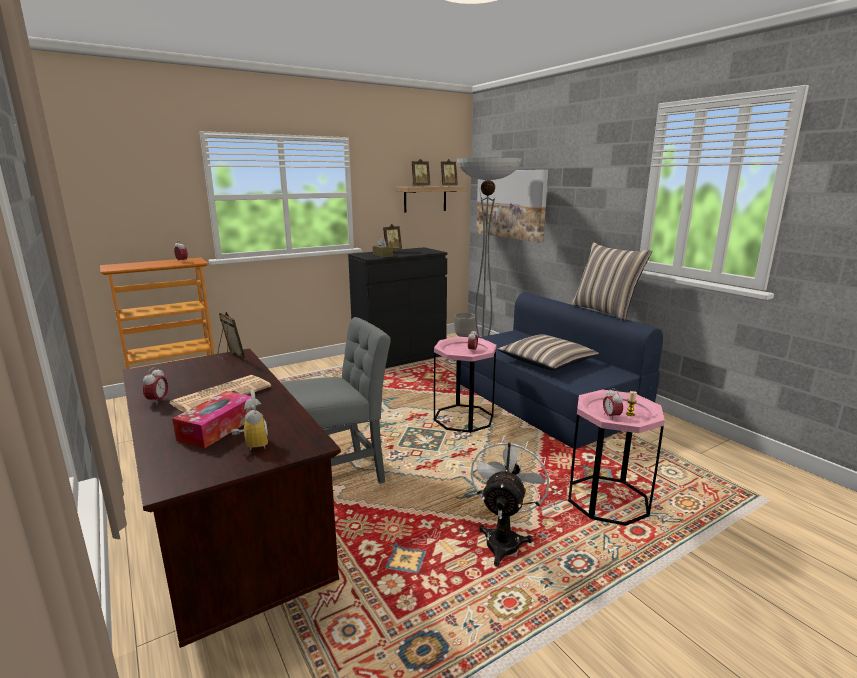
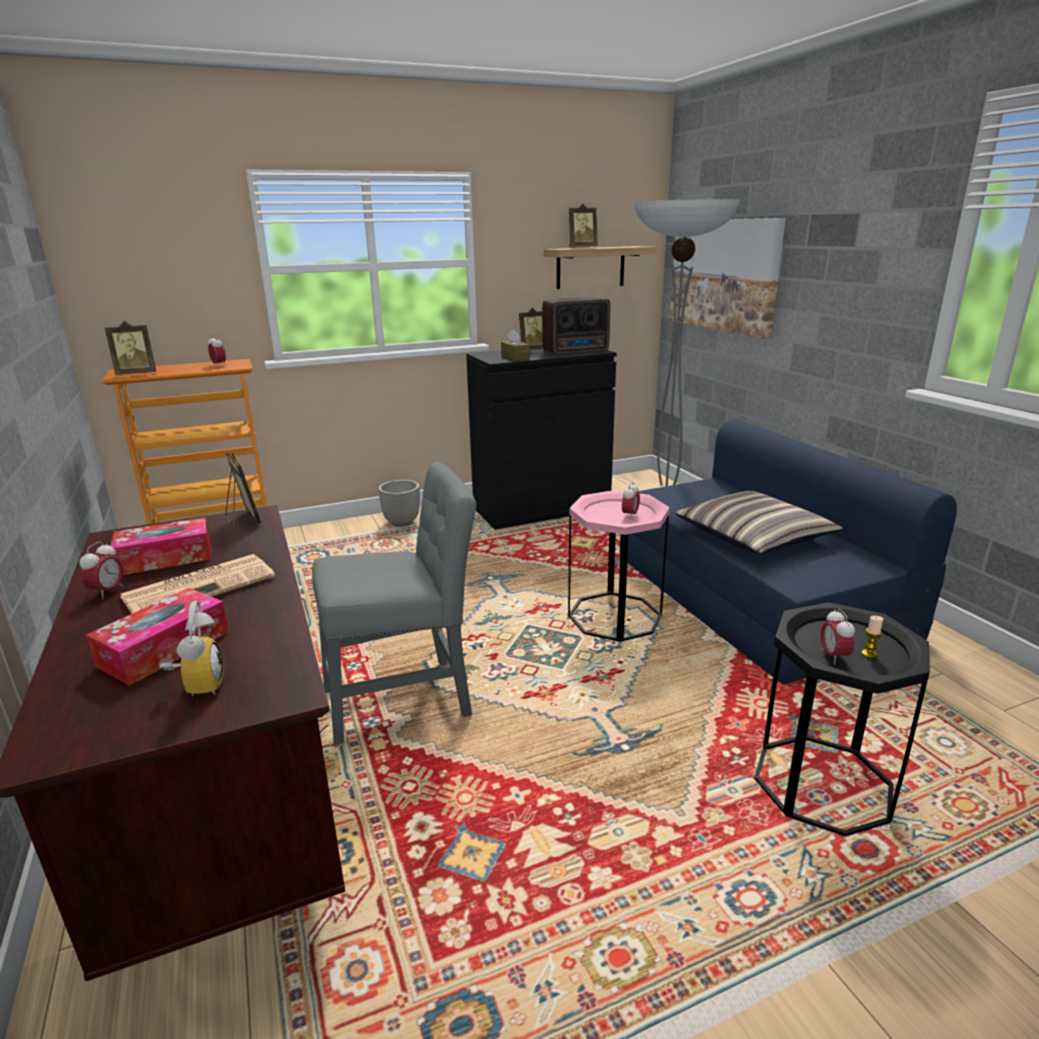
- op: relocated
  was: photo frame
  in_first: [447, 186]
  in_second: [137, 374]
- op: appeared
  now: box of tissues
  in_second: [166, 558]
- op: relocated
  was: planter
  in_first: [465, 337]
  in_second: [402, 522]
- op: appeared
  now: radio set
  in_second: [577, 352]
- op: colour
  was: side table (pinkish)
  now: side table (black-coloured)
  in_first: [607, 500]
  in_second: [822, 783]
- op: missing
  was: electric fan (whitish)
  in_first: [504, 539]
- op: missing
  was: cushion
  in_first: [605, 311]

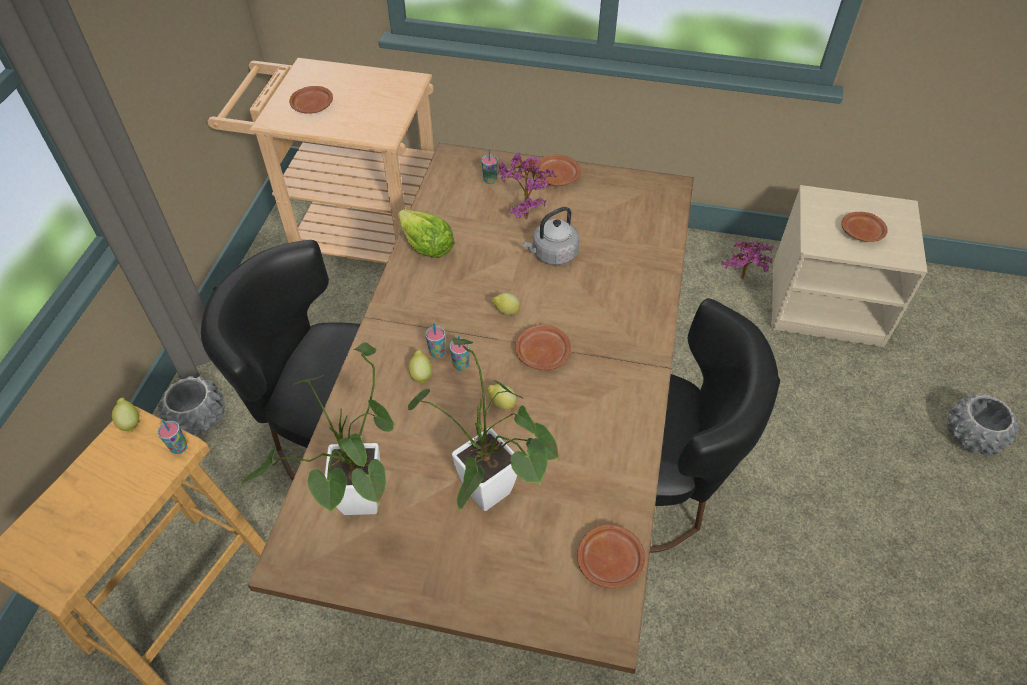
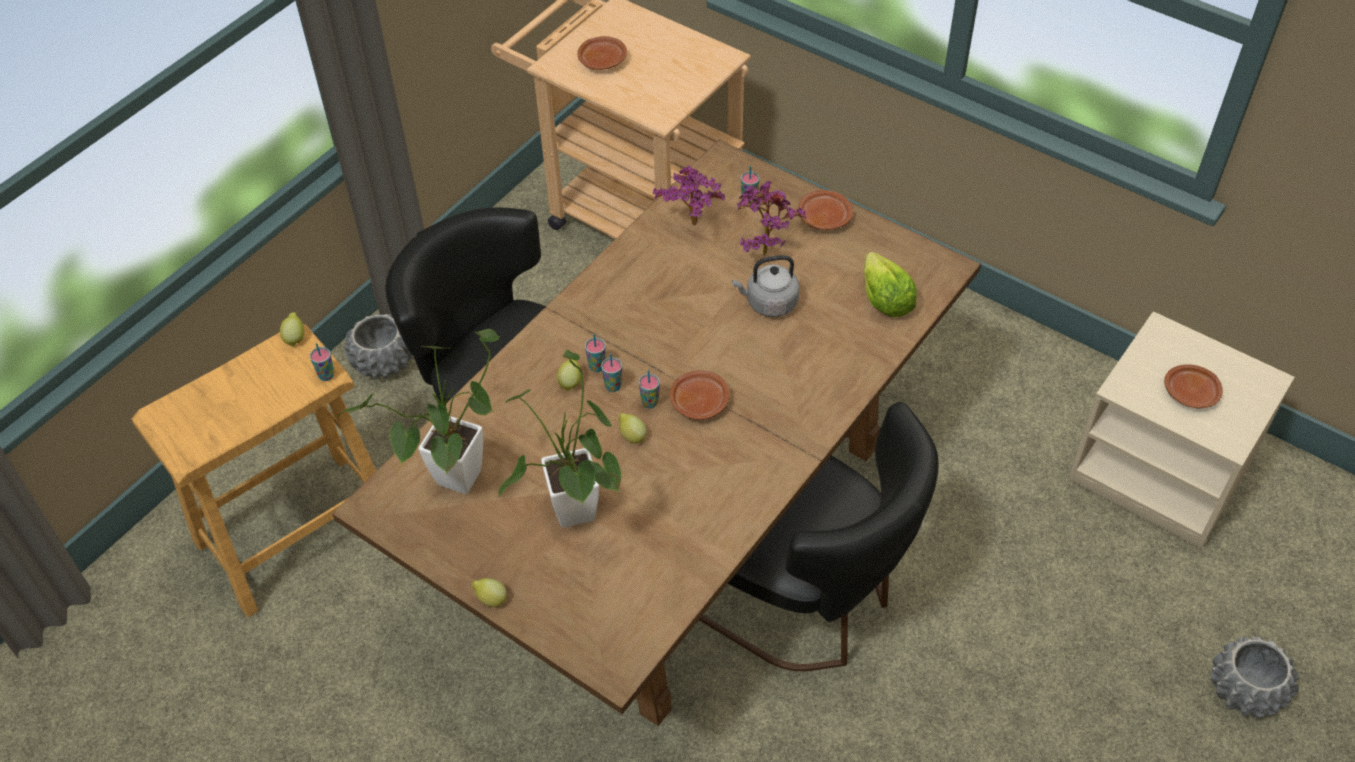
- op: relocated
  was: whole lemon
  in_first: [506, 312]
  in_second: [491, 599]
- op: appeared
  now: cup
  in_second: [650, 402]
- op: relocated
  was: plant in a pot
  in_first: [743, 280]
  in_second: [692, 227]
- op: relocated
  was: lettuce head
  in_first: [425, 246]
  in_second: [884, 299]
- op: missing
  was: plate (brown)
  in_first: [610, 561]

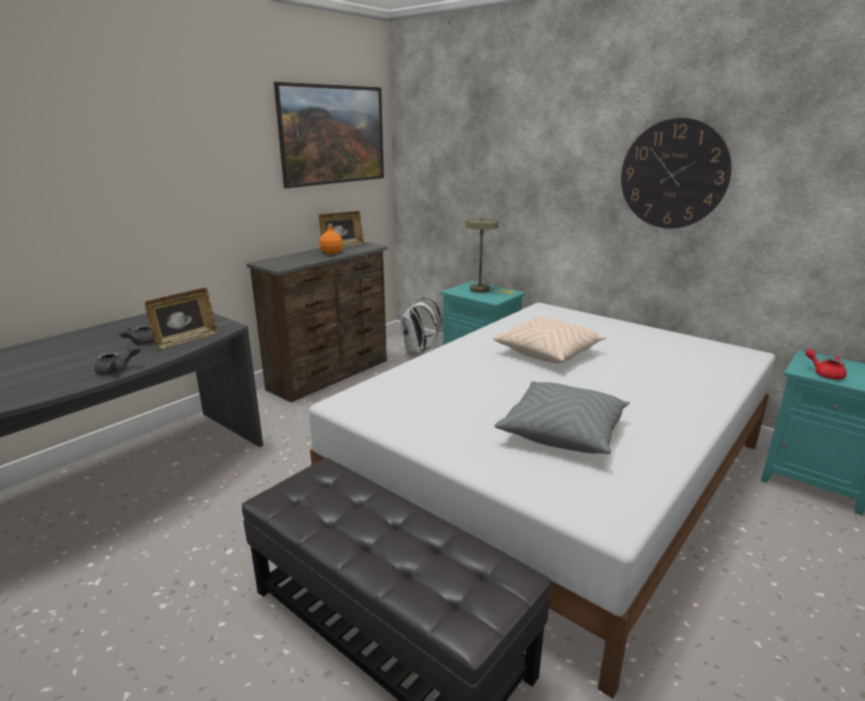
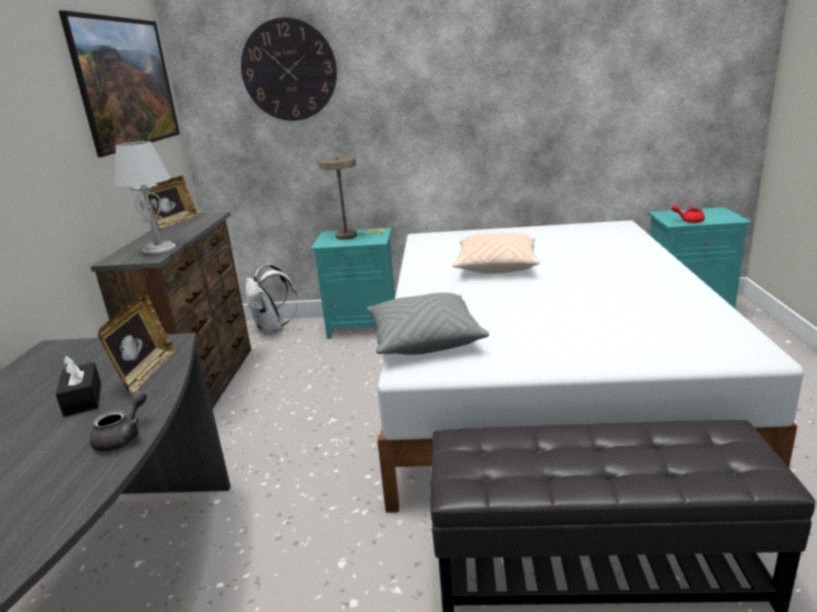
- op: exchanged
  was: pot for tea (greyish)
  now: box of tissues (black-coloured)
  in_first: [141, 343]
  in_second: [83, 399]
- op: appeared
  now: tabletop lamp (greyish)
  in_second: [159, 249]
- op: relocated
  was: wall clock
  in_first: [673, 174]
  in_second: [289, 70]
- op: relocated
  was: cushion (greyish)
  in_first: [563, 432]
  in_second: [424, 340]
- op: missing
  was: drink bottle (orange-coloured)
  in_first: [331, 252]

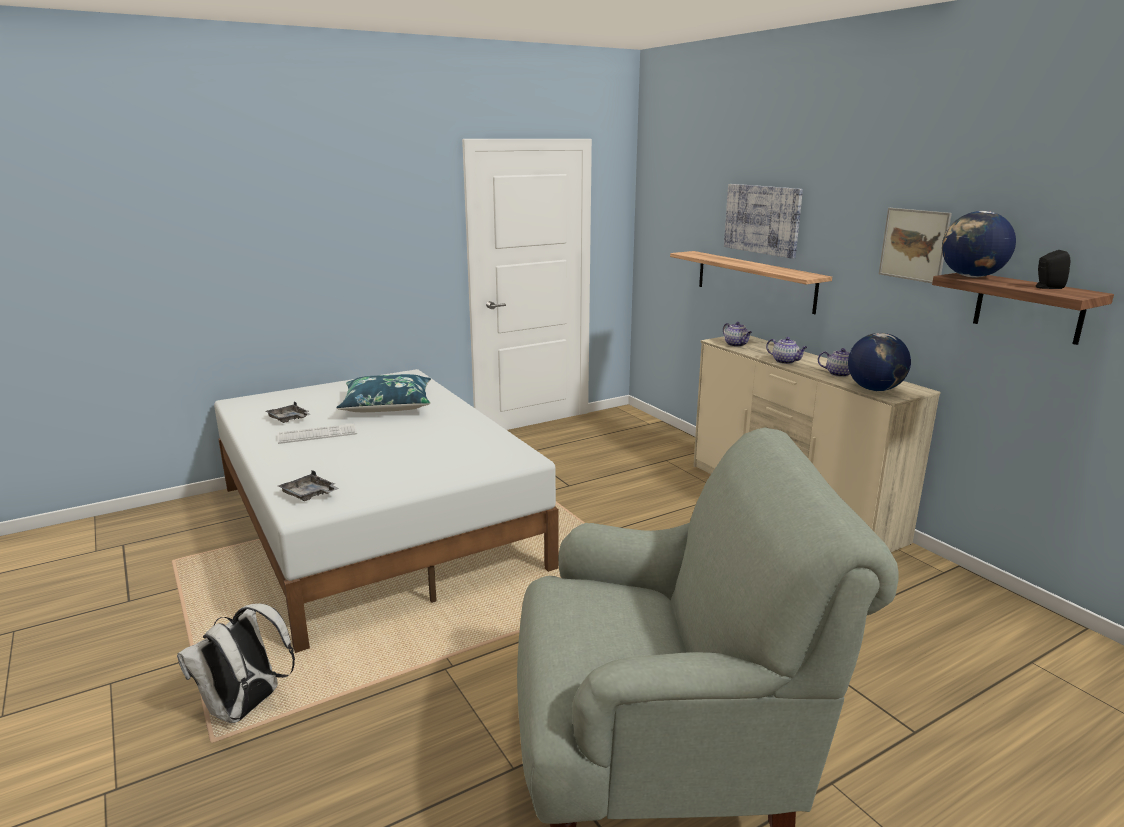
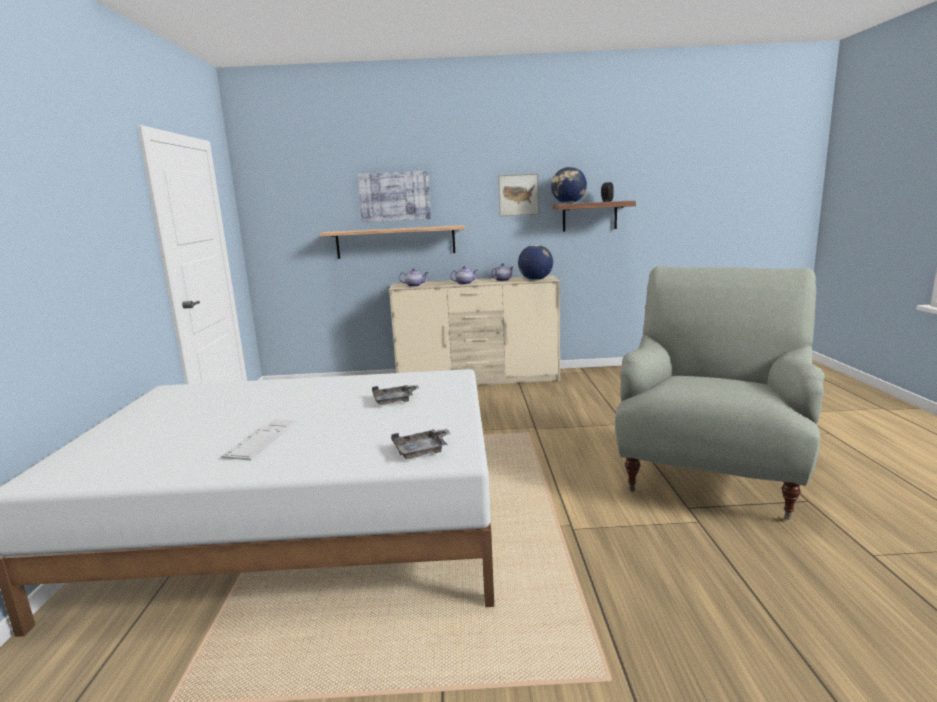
- op: relocated
  was: carrying tray (greyish)
  in_first: [289, 419]
  in_second: [395, 401]
- op: missing
  was: knapsack (whitish)
  in_first: [246, 708]
- op: missing
  was: cushion (bluish)
  in_first: [387, 405]

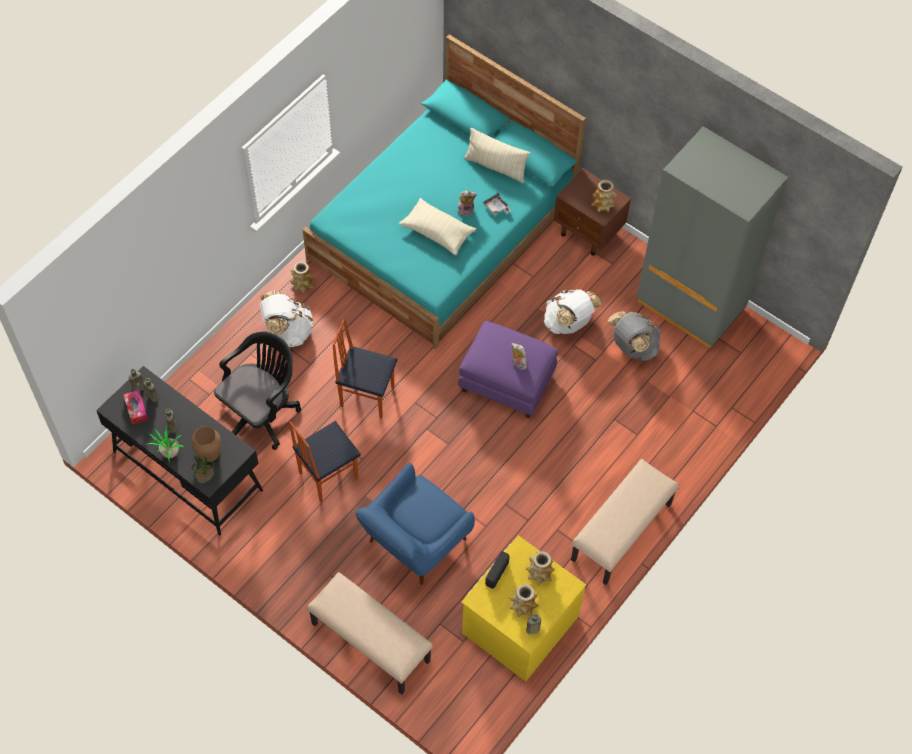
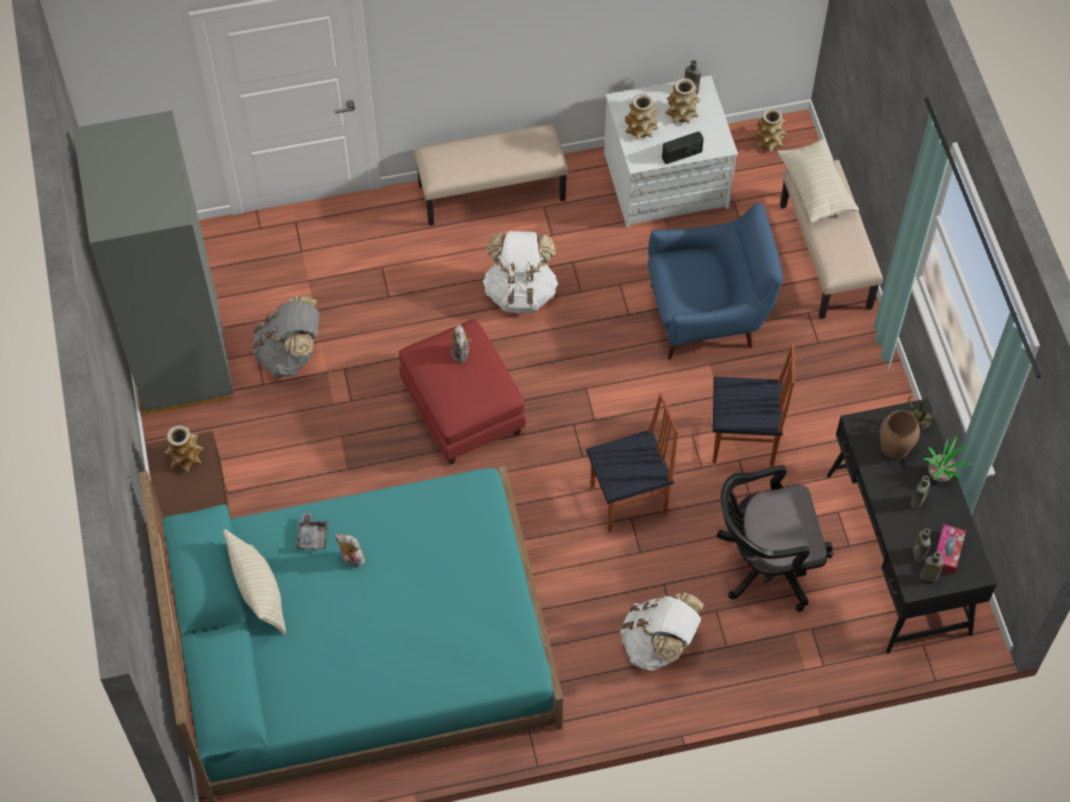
- op: colour
  was: pouffe (purple-coloured)
  now: pouffe (red)
  in_first: [507, 382]
  in_second: [461, 410]
- op: relocated
  was: knapsack (whitish)
  in_first: [568, 323]
  in_second: [520, 292]
- op: spun
  was: plain chair
  in_first: [367, 396]
  in_second: [629, 501]
  clockwise: -75
- op: colour
  was: dresser (yellow-coloured)
  now: dresser (whitish)
  in_first: [519, 623]
  in_second: [666, 182]
- op: relocated
  was: vase
  in_first: [302, 284]
  in_second: [768, 141]
- op: relocated
  was: cushion (beige)
  in_first: [437, 232]
  in_second: [816, 188]

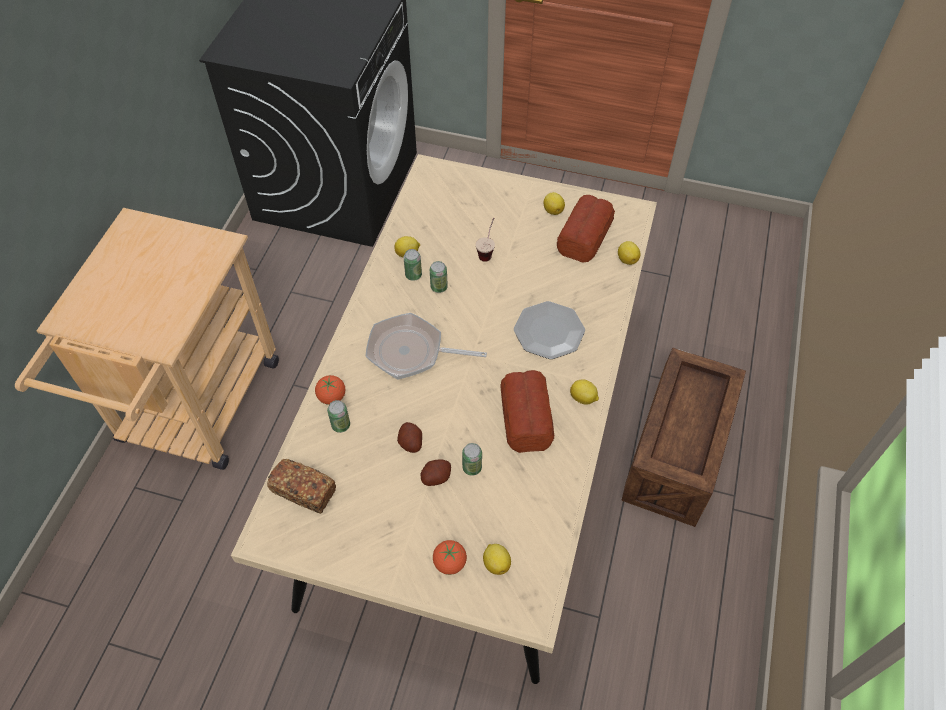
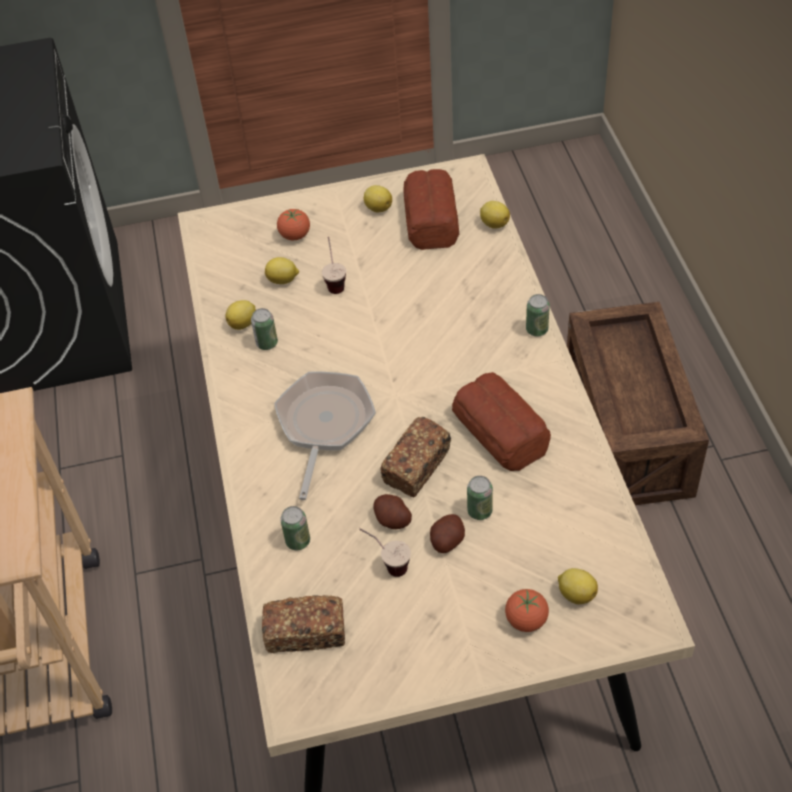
- op: relocated
  was: whole lemon
  in_first: [583, 398]
  in_second: [283, 280]
- op: spun
  was: pan
  in_first: [411, 352]
  in_second: [324, 425]
  clockwise: 120
- op: relocated
  was: fresh tomato
  in_first: [332, 397]
  in_second: [295, 235]
- op: appeared
  now: cup
  in_second: [386, 564]
- op: appeared
  now: bread
  in_second: [417, 467]
- op: relocated
  was: metal can
  in_first: [439, 287]
  in_second: [537, 330]
- op: missing
  was: plate
  in_first: [549, 331]

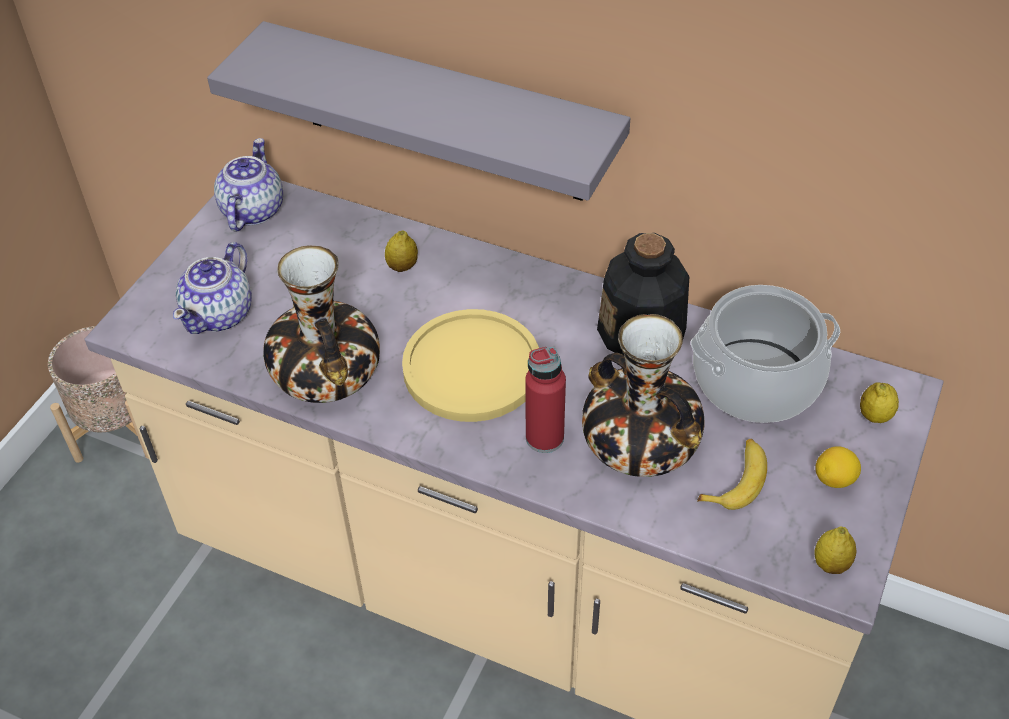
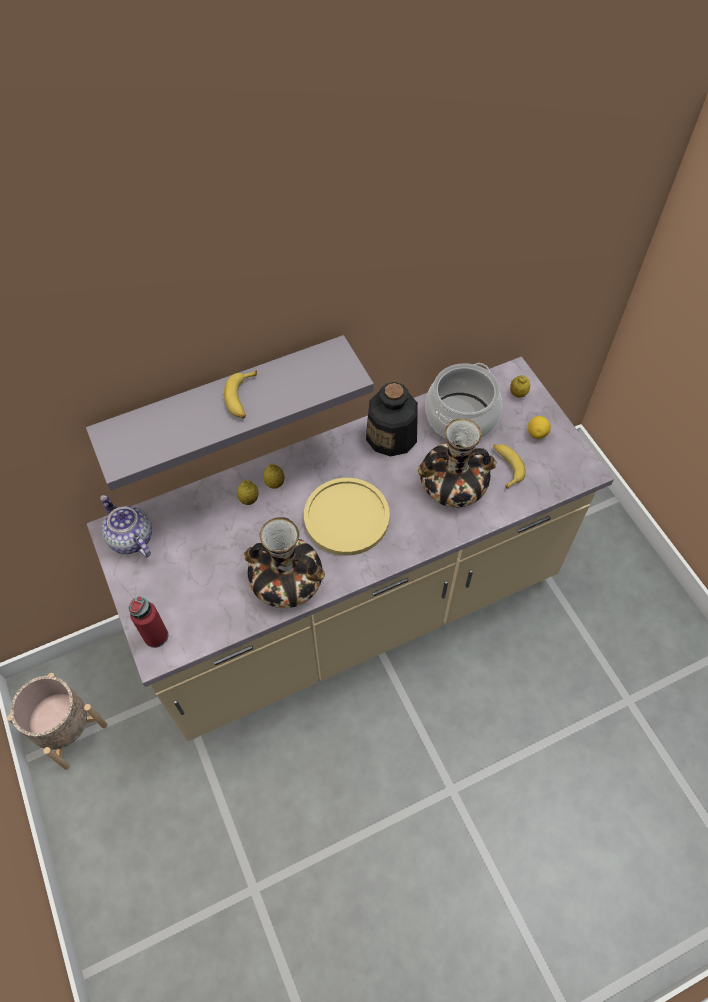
- op: relocated
  was: drink bottle (red)
  in_first: [544, 438]
  in_second: [156, 636]
- op: appeared
  now: whole banana
  in_second: [242, 398]
- op: relocated
  was: whole lemon
  in_first: [831, 564]
  in_second: [274, 483]
- op: missing
  was: pot for tea
  in_first: [220, 314]

